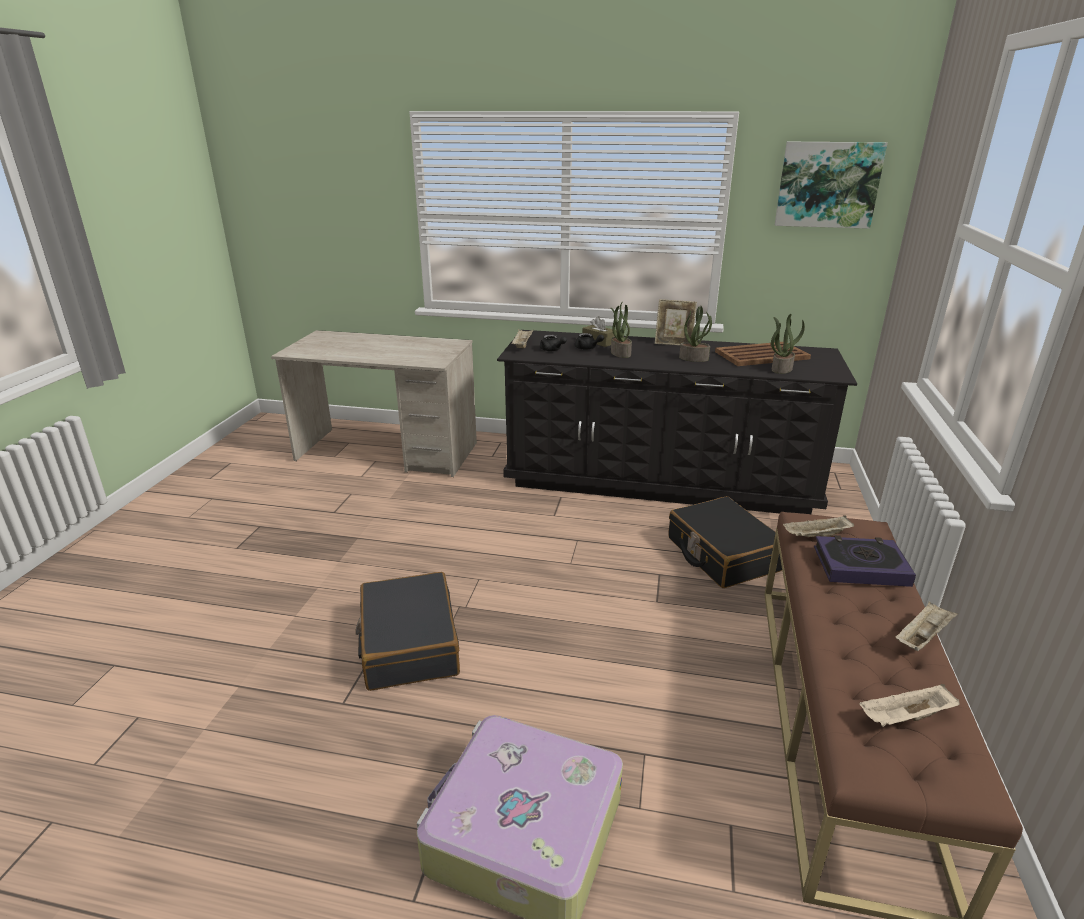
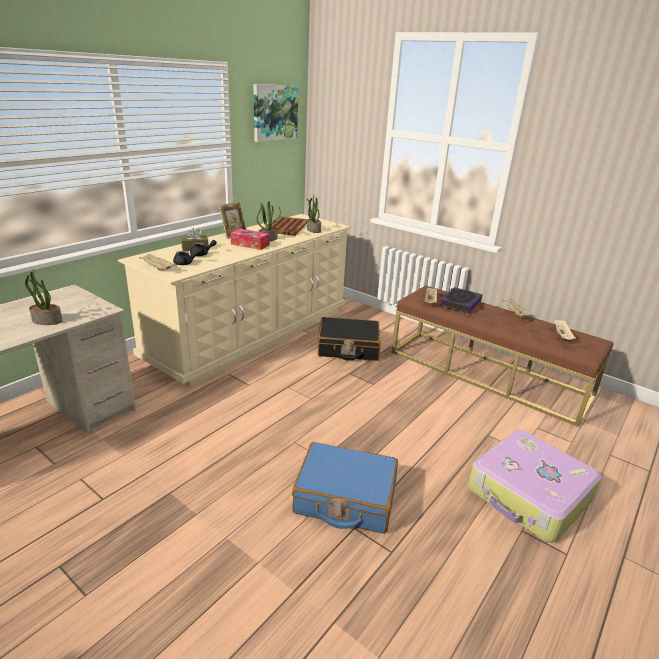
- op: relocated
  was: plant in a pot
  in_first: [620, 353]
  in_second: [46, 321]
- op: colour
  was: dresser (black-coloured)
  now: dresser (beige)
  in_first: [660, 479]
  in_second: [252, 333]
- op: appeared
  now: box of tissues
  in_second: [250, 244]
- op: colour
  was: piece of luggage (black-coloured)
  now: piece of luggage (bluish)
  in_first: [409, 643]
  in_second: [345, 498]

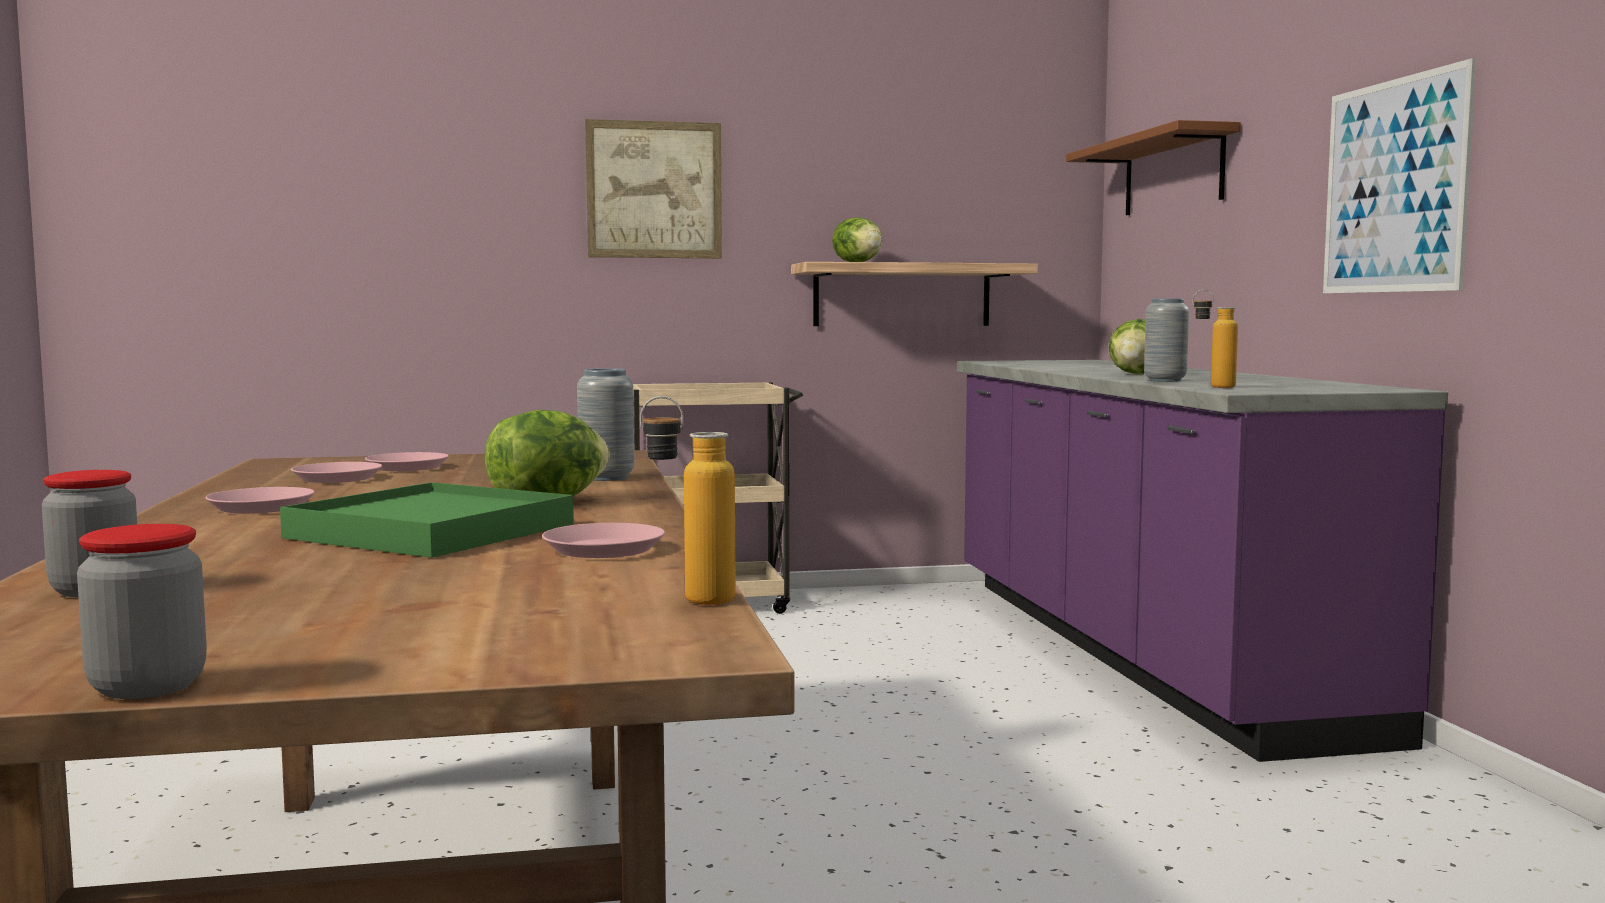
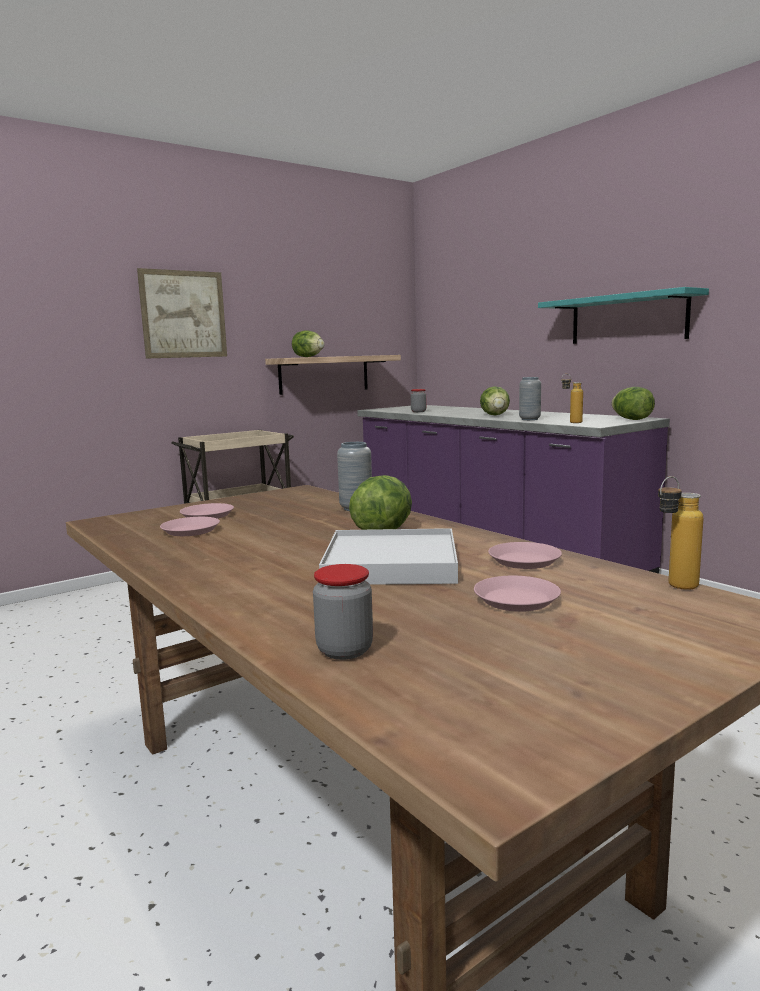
- op: colour
  was: carrying tray (green)
  now: carrying tray (whitish)
  in_first: [431, 531]
  in_second: [391, 564]
- op: relocated
  was: jar
  in_first: [147, 686]
  in_second: [418, 411]
- op: relocated
  was: plate (pinkish)
  in_first: [261, 507]
  in_second: [517, 600]
- op: exchanged
  was: wall art
  now: shelf (turquoise)
  in_first: [1394, 186]
  in_second: [627, 319]
- op: appeared
  now: lettuce head
  in_second: [631, 419]
- op: missing
  was: shelf (brown)
  in_first: [1173, 174]

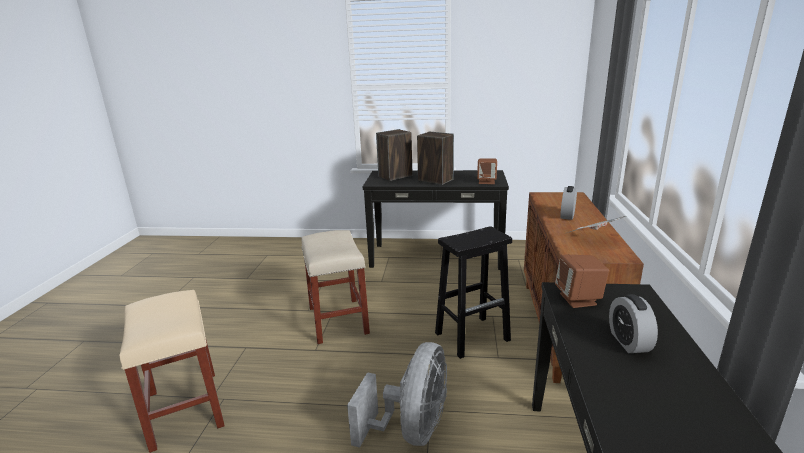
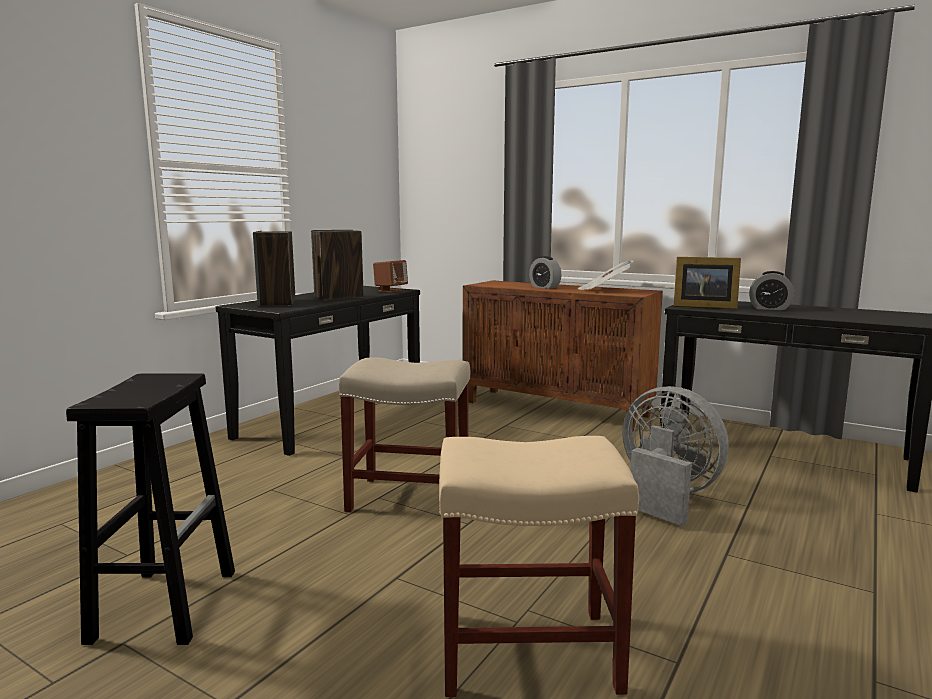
- op: relocated
  was: stool seat (black-coloured)
  in_first: [473, 336]
  in_second: [166, 604]
- op: exchanged
  was: loudspeaker (brown)
  now: photo frame
  in_first: [578, 299]
  in_second: [702, 306]

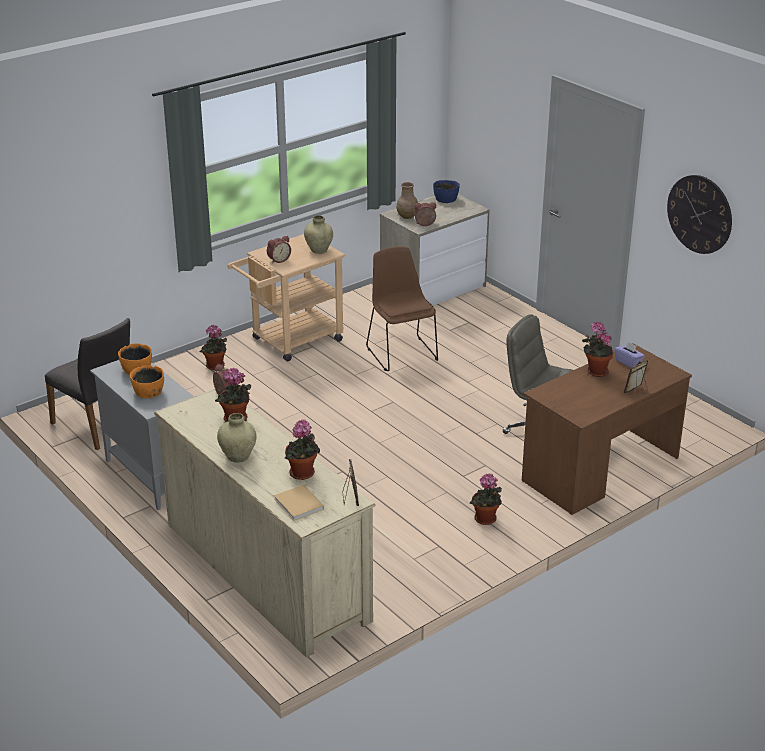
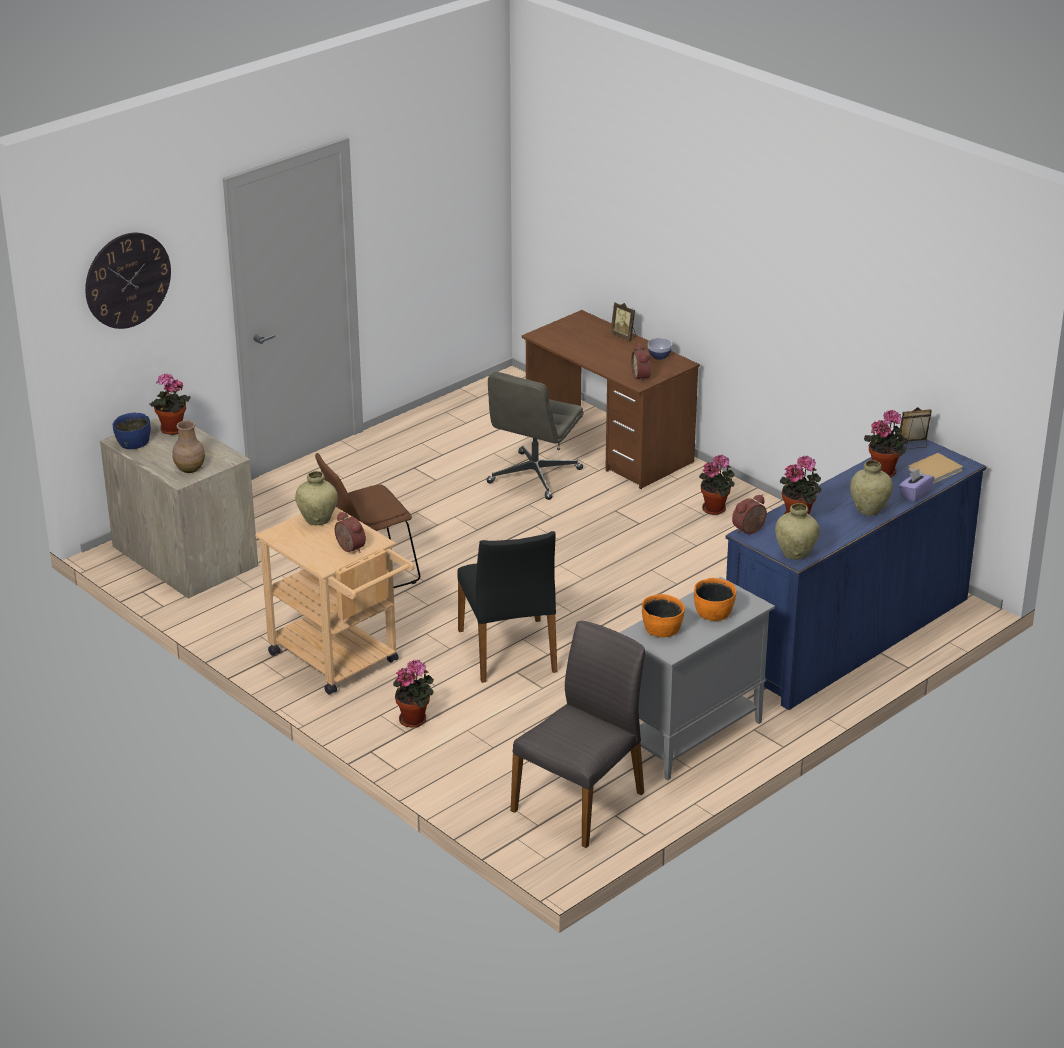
- op: relocated
  was: wall clock
  in_first: [699, 214]
  in_second: [127, 280]
- op: relocated
  was: plant in a pot
  in_first: [595, 371]
  in_second: [171, 430]
- op: appeared
  now: plain chair (black-coloured)
  in_second: [509, 651]
- op: relocated
  was: table clock
  in_first: [425, 224]
  in_second: [642, 376]
- op: appeared
  now: deep dish
  in_second: [659, 356]
- op: colour
  was: dresser (beige)
  now: dresser (bluish)
  in_first: [266, 571]
  in_second: [847, 634]
- op: appeared
  now: vase (beige)
  in_second: [795, 554]
- op: relocated
  was: box of tissues (purple-coloured)
  in_first: [628, 362]
  in_second: [914, 494]

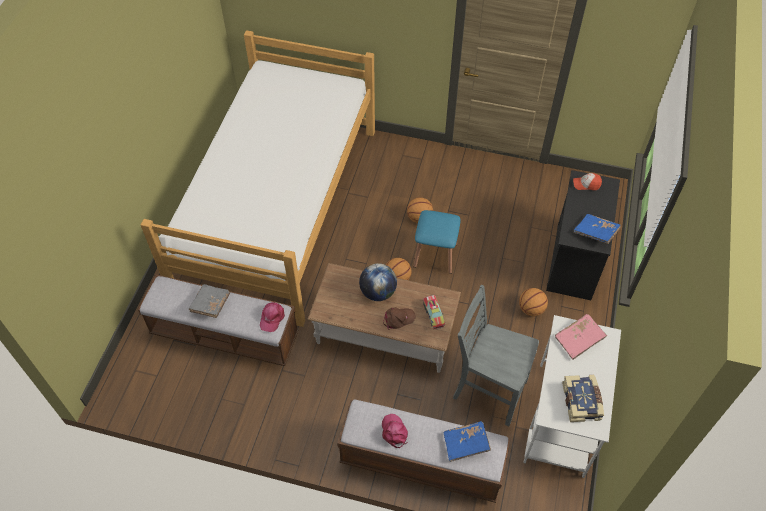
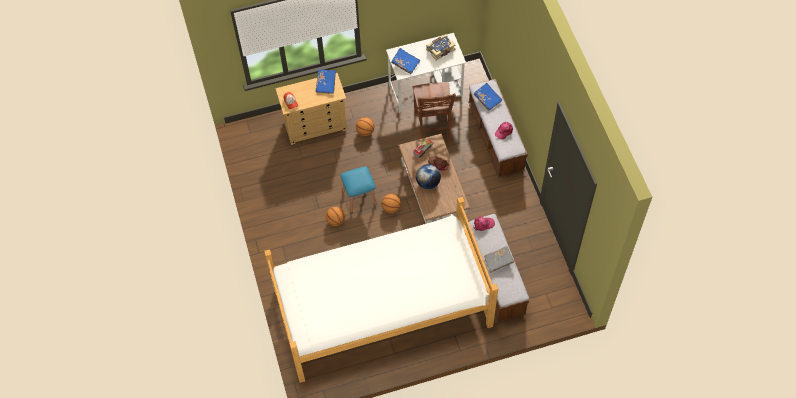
- op: colour
  was: dresser (black-coloured)
  now: dresser (beige)
  in_first: [573, 261]
  in_second: [315, 125]
- op: colour
  was: volume (pinkish)
  now: volume (bluish)
  in_first: [579, 340]
  in_second: [405, 64]
- op: colour
  was: plain chair (greyish)
  now: plain chair (brown)
  in_first: [488, 390]
  in_second: [432, 128]

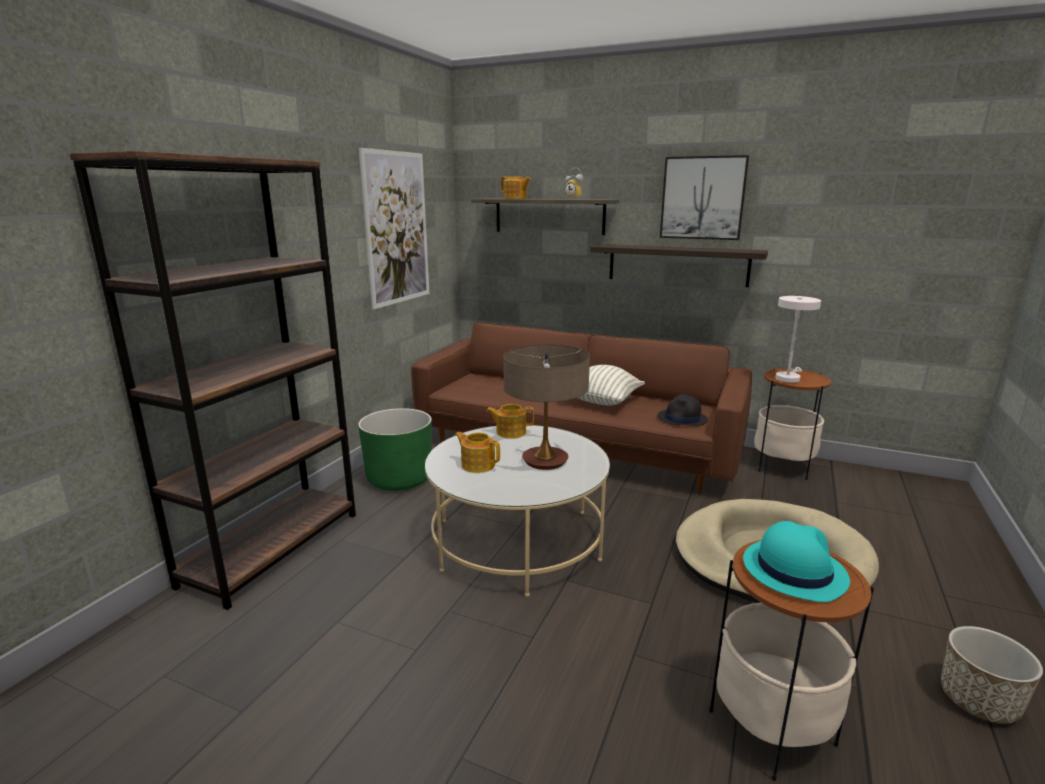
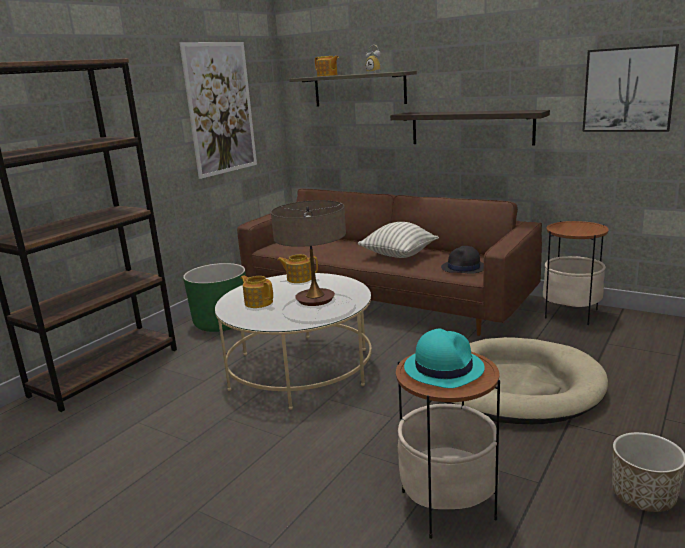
- op: relocated
  was: wall art
  in_first: [702, 198]
  in_second: [628, 90]
- op: missing
  was: tabletop lamp (whitish)
  in_first: [788, 378]

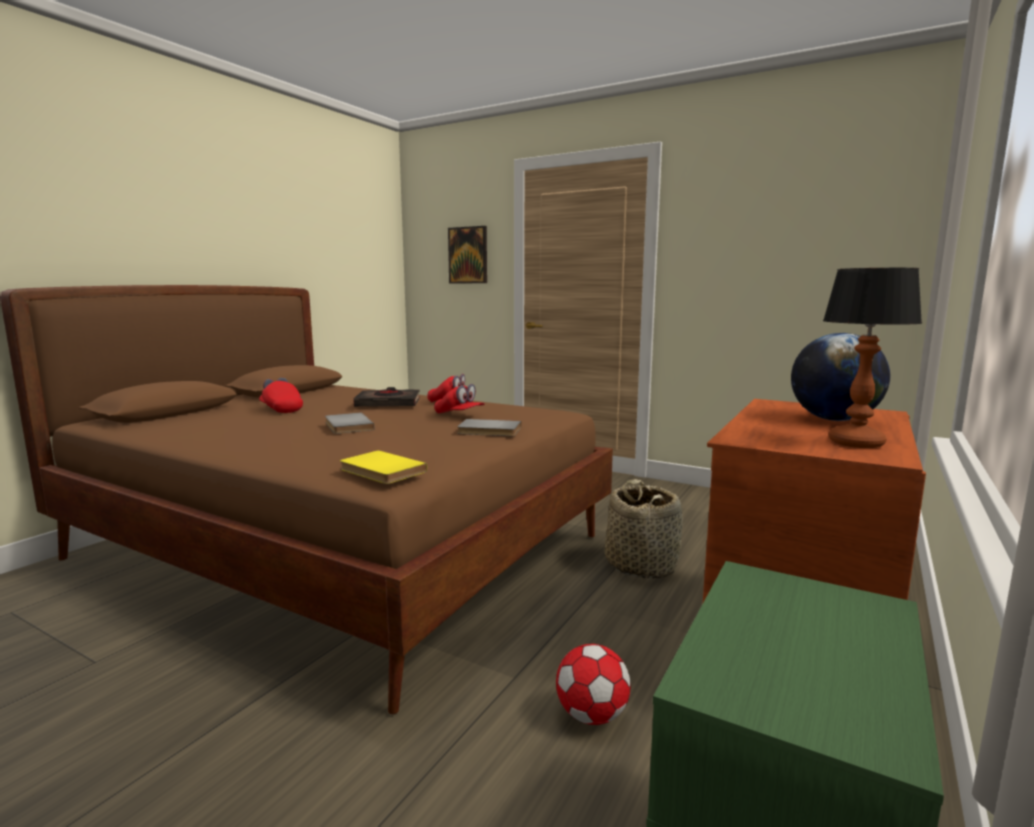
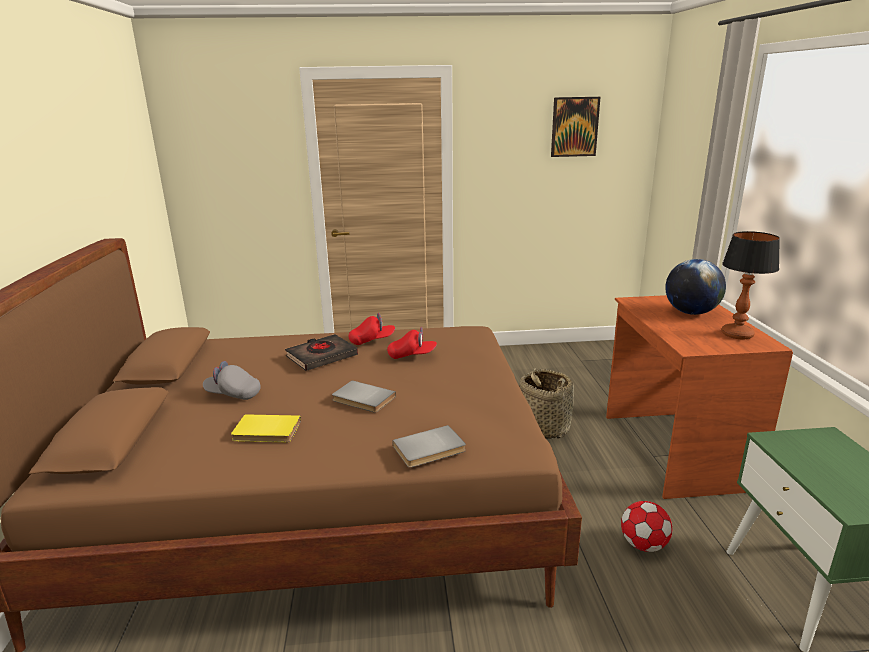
- op: colour
  was: baseball cap (red)
  now: baseball cap (greyish)
  in_first: [281, 409]
  in_second: [233, 394]
- op: relocated
  was: volume (yellow-coloured)
  in_first: [380, 471]
  in_second: [266, 432]
- op: relocated
  was: volume (greyish)
  in_first: [489, 431]
  in_second: [430, 450]
- op: relocated
  was: wall art
  in_first: [468, 255]
  in_second: [574, 127]

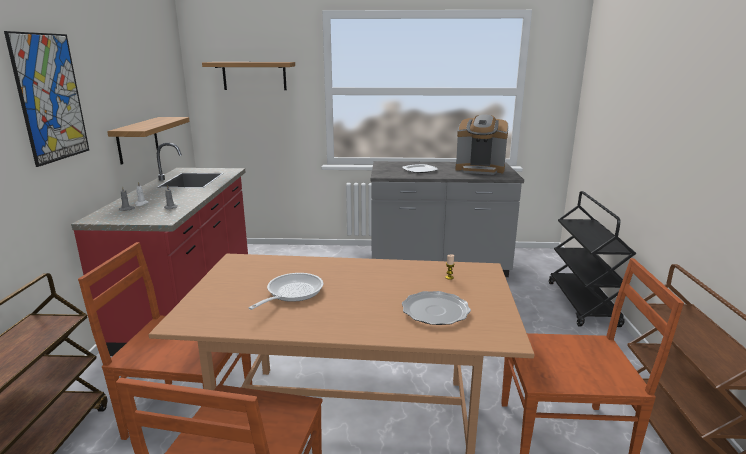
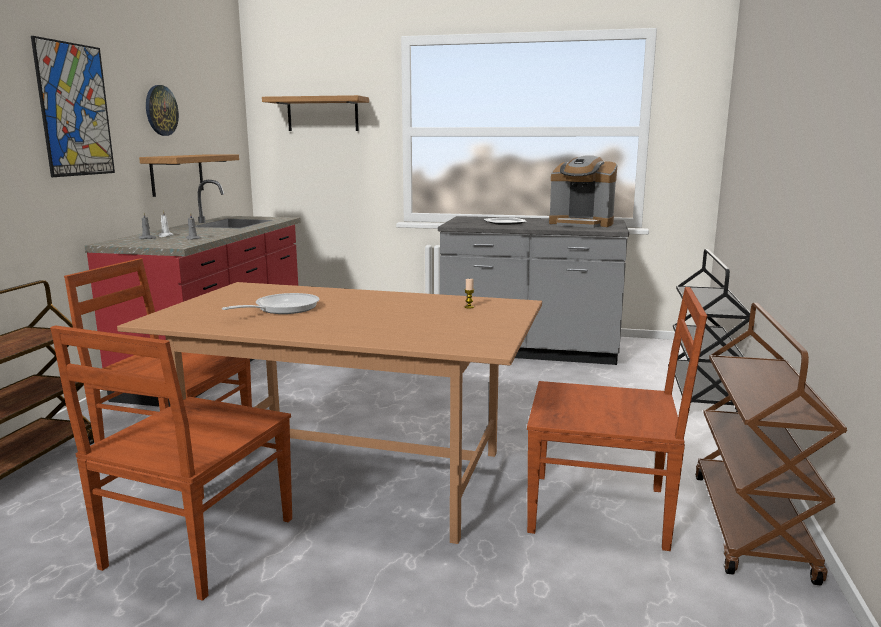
- op: appeared
  now: wall clock
  in_second: [161, 110]
- op: missing
  was: plate
  in_first: [435, 311]

